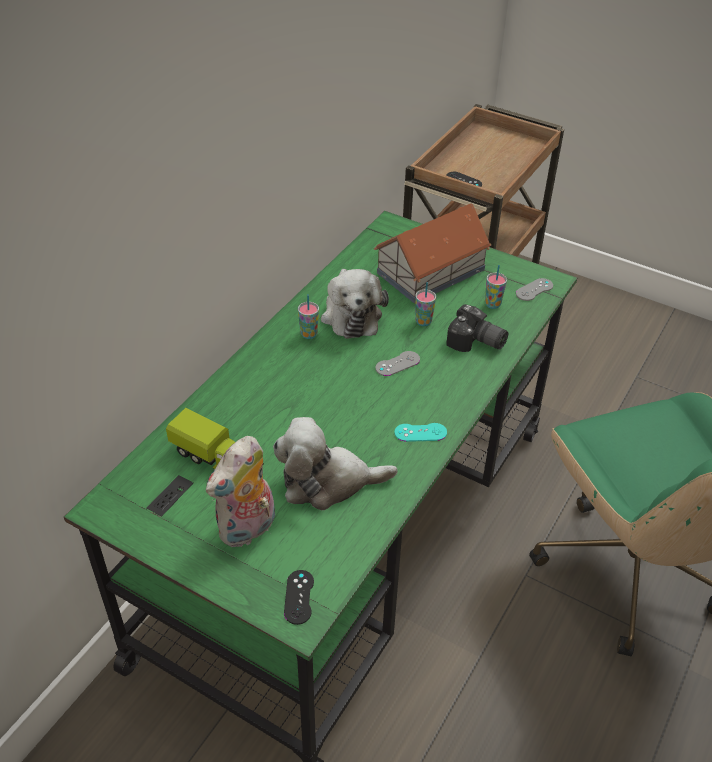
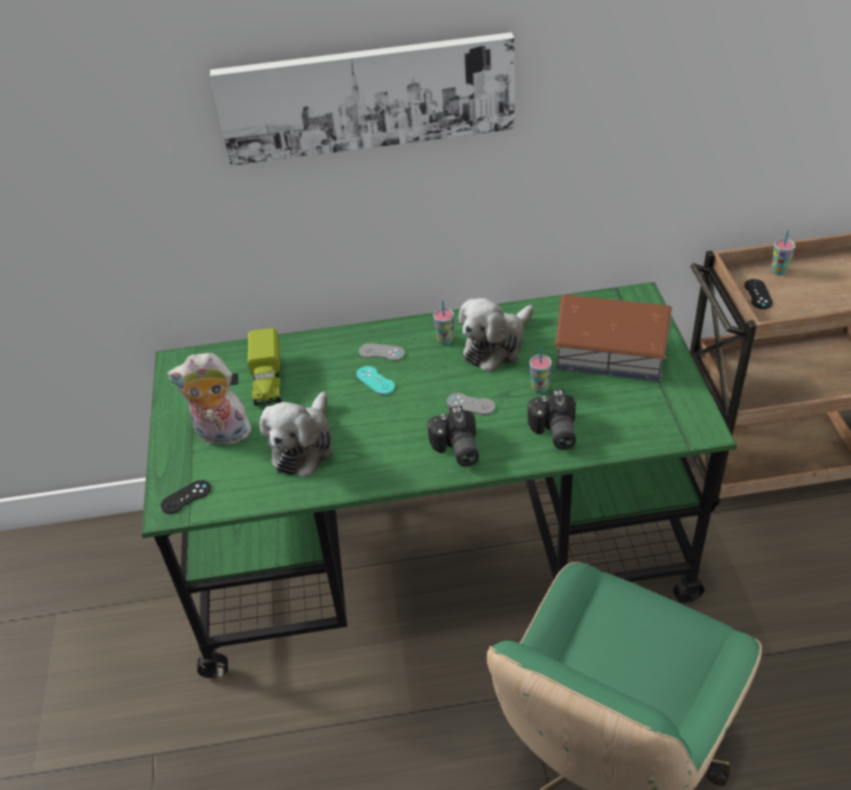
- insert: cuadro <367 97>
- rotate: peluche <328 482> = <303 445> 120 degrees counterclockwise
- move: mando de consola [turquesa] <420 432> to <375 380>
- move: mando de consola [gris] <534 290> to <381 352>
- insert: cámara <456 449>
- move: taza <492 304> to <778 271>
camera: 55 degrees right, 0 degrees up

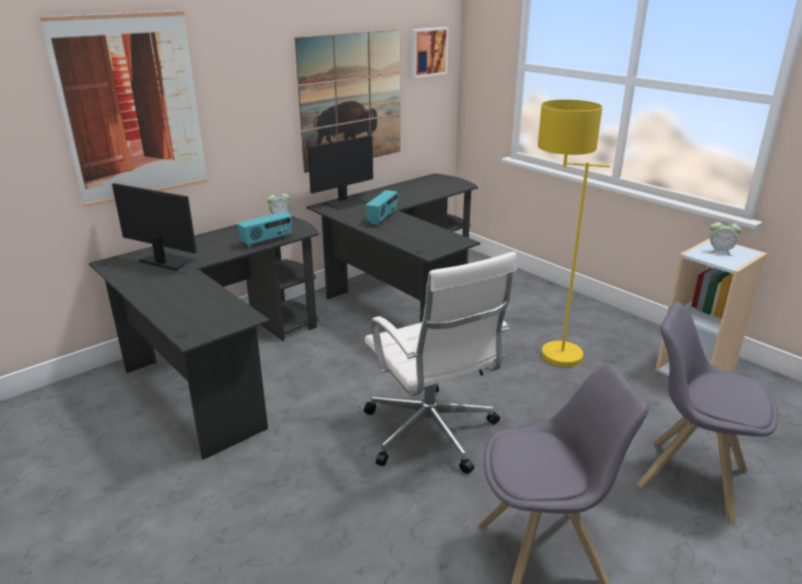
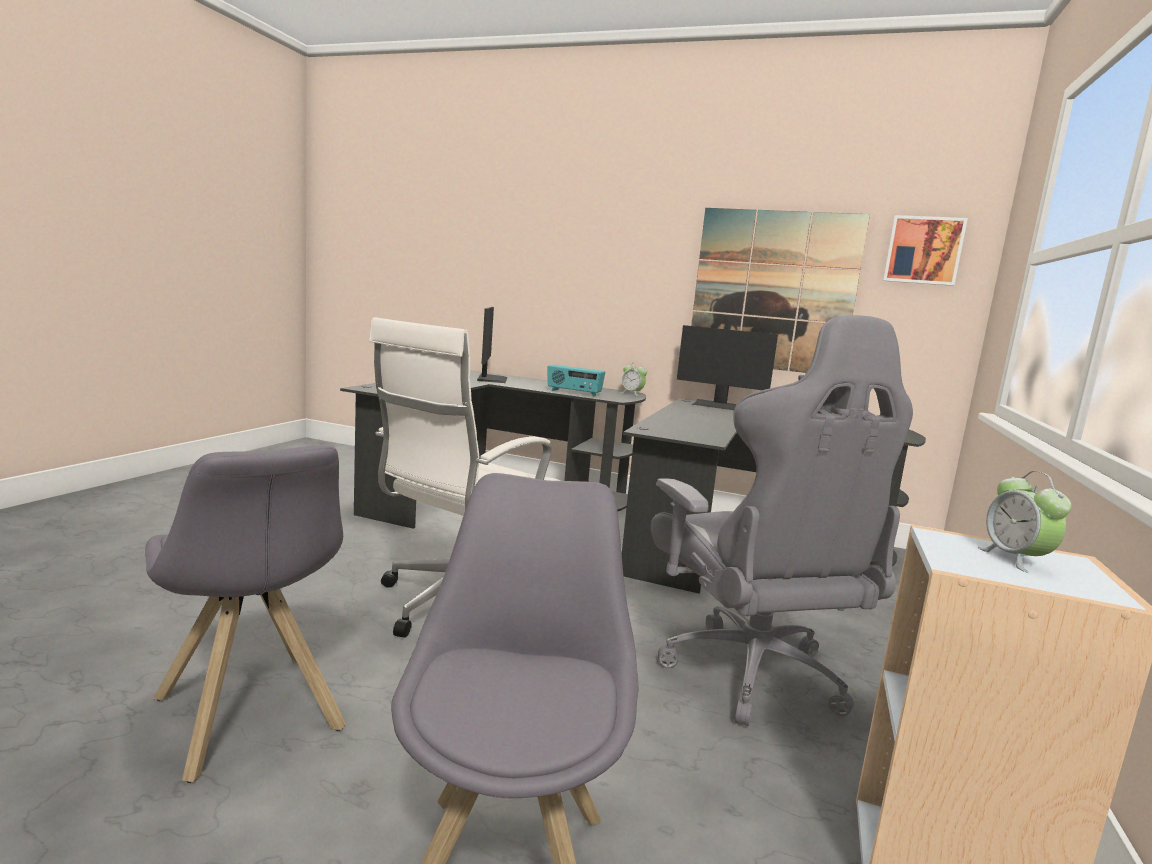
- replace: lámpara de pie [amarillo] <549 354> to silla de oficina [gris] <745 666>
- delete: cuadro <133 108>
- delete: radio <382 218>
camera: 60 degrees right, 15 degrees down

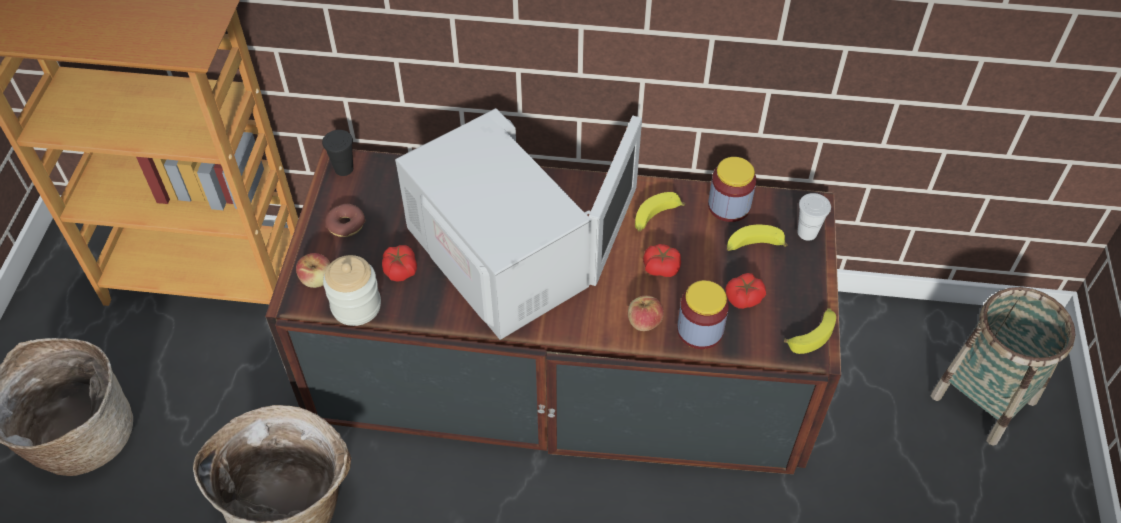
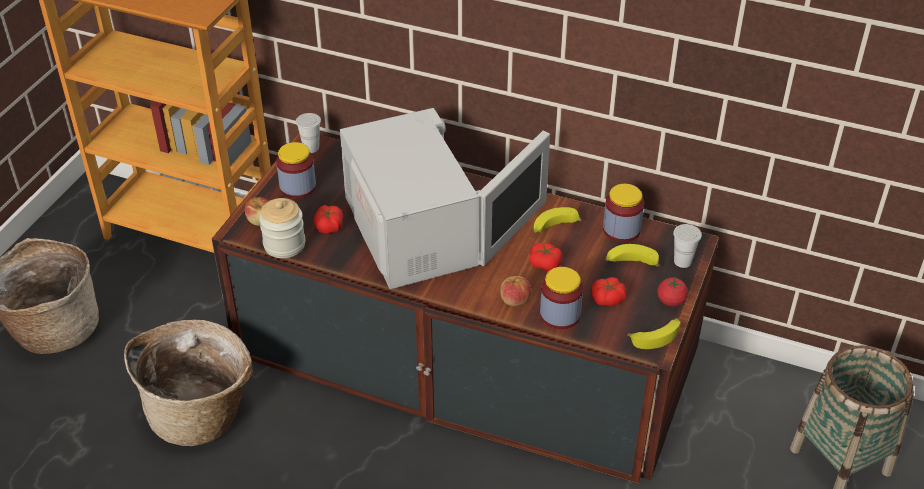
- replace: rosquilla <346 225> to tarro <298 187>
- recolor: taza [negro] <344 169> to taza [blanco] <311 148>
- insert: tomate <671 300>
camera: 15 degrees right, 10 degrees down

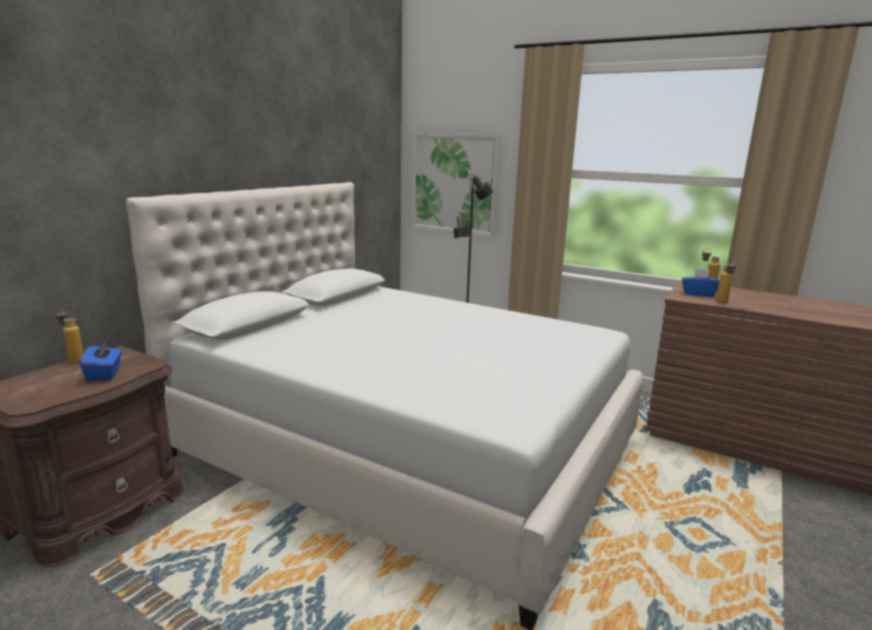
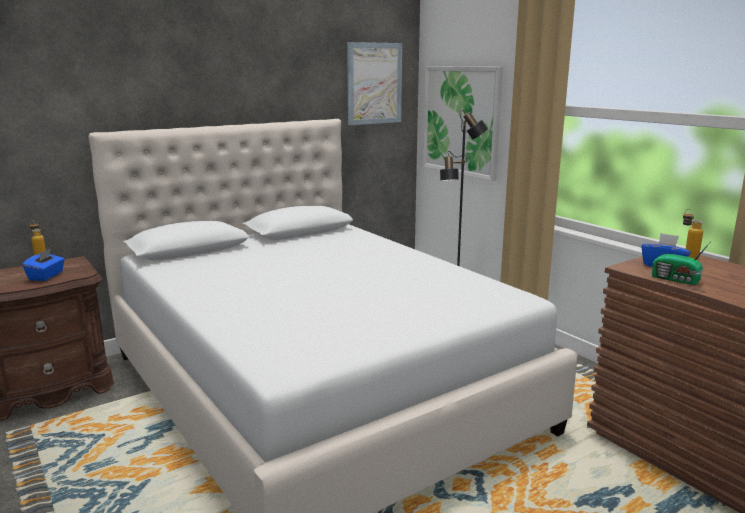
- insert: cuadro <374 83>
- replace: botella <722 303> to radio <676 280>
camera: 25 degrees right, 0 degrees up

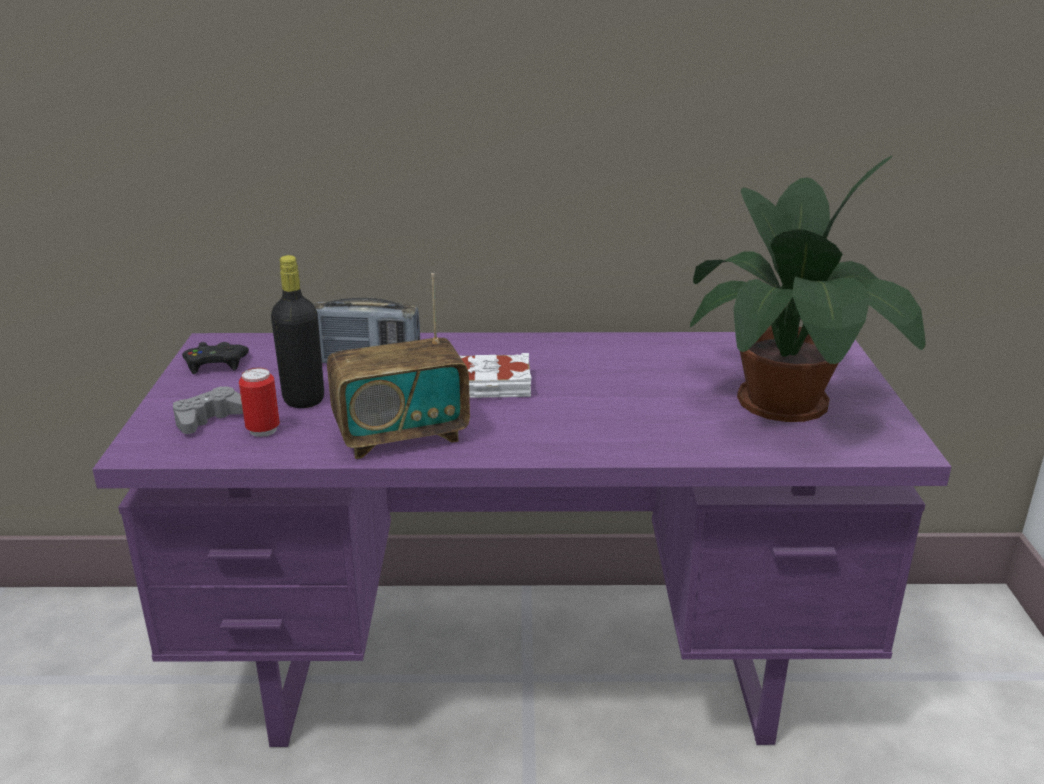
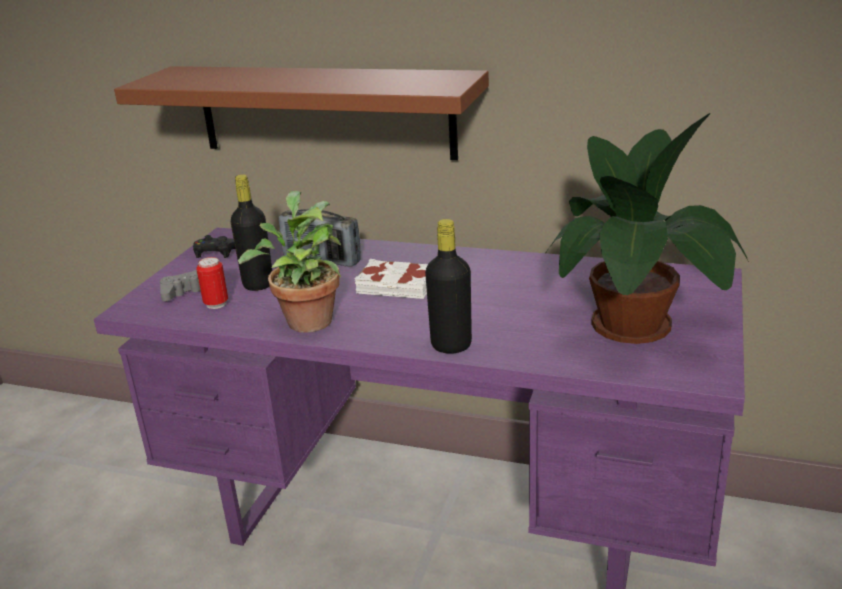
- insert: estante [marrón] <324 111>
- replace: radio <401 436> to planta en maceta <307 319>
- insert: botella [negro] <451 345>
camera: 20 degrees right, 0 degrees up

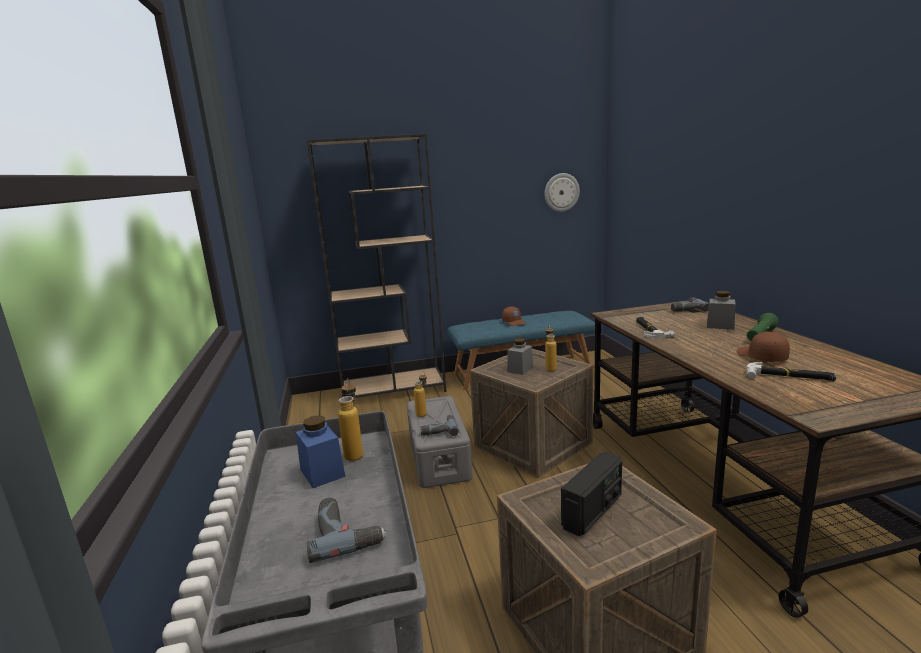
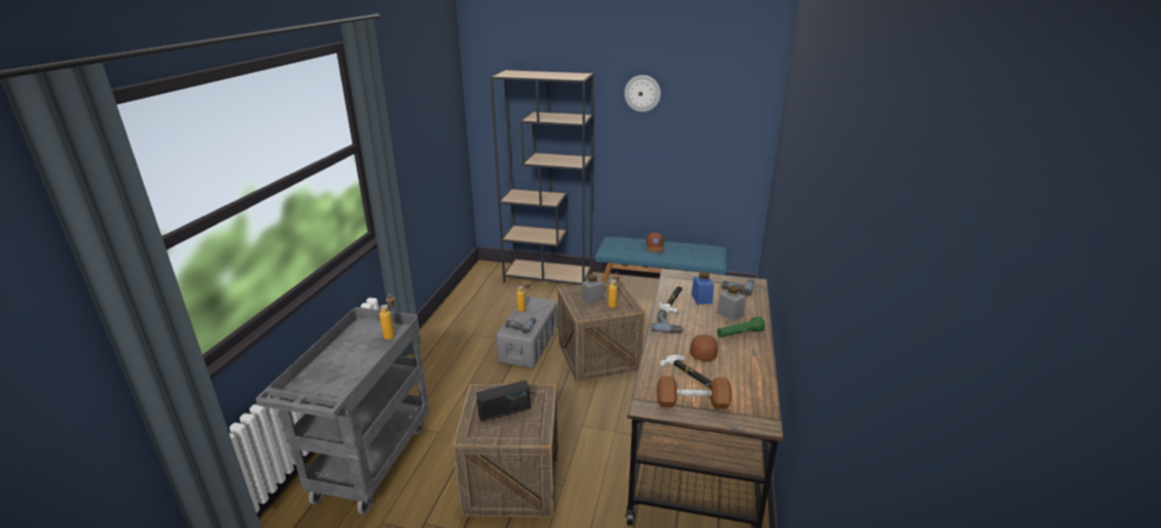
- move: reloj de pared <561 192> to <642 93>
- move: taladro <346 532> to <667 325>
- insert: mancuerna [marrón] <692 403>
- move: tarro [azul] <322 473> to <701 299>
camera: 25 degrees right, 10 degrees up

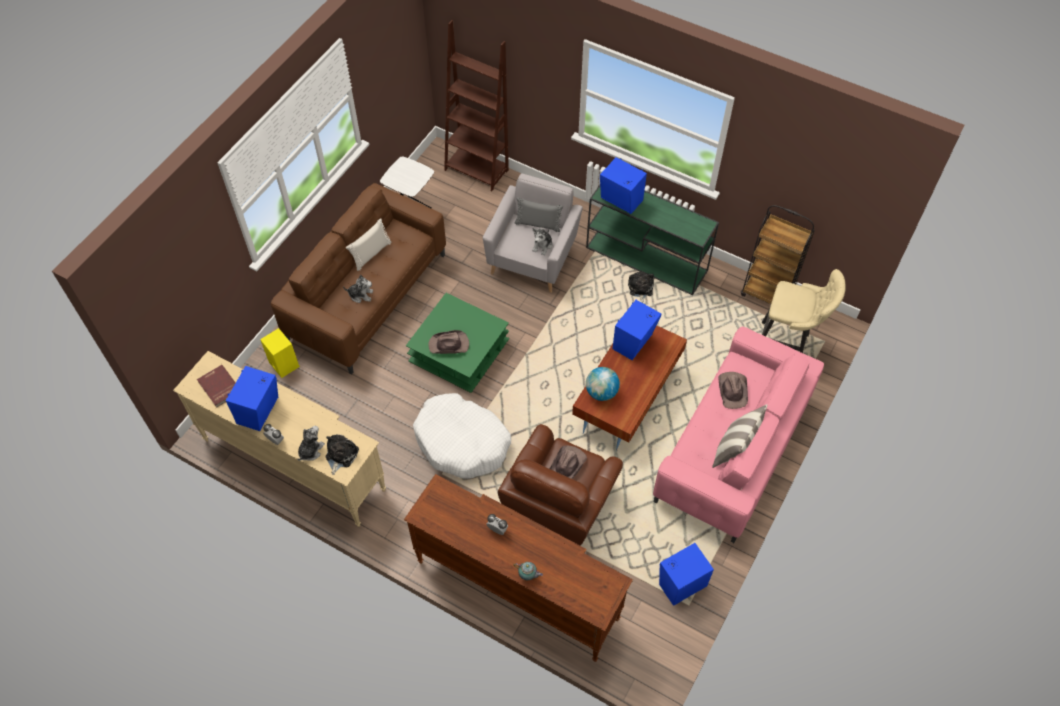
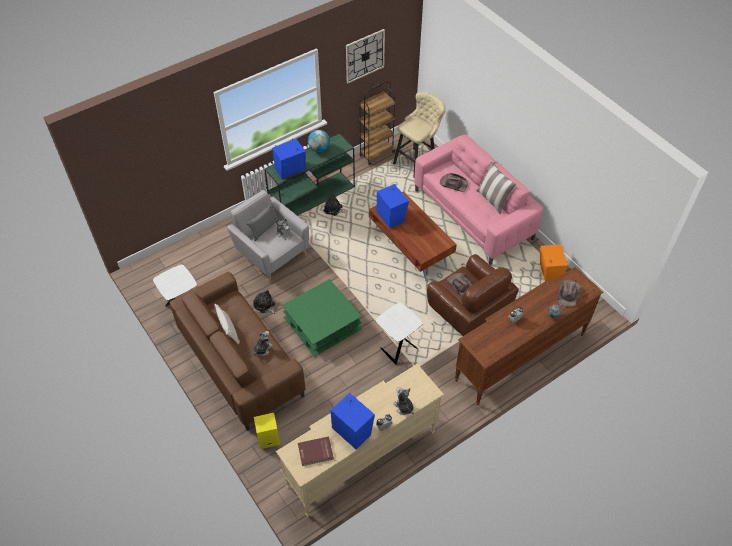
- move: peluche <340 455> to <265 305>
- move: globo terráqueo <601 392> to <319 149>
- insert: reloj de pared <365 56>
- replace: cama para perro [blanco] <462 442> to mesa auxiliar [blanco] <397 348>
- recolor: altavoz [azul] <681 583> to altavoz [naranja] <549 274>
- move: sombrero [marrón] <449 345> to <569 293>
- delete: estantería [marrón] <476 170>
camera: 65 degrees left, 5 degrees down

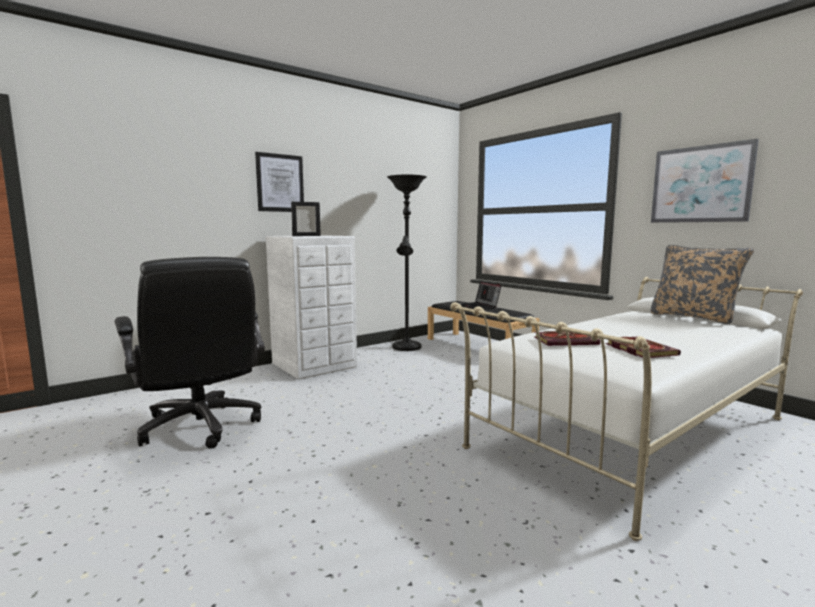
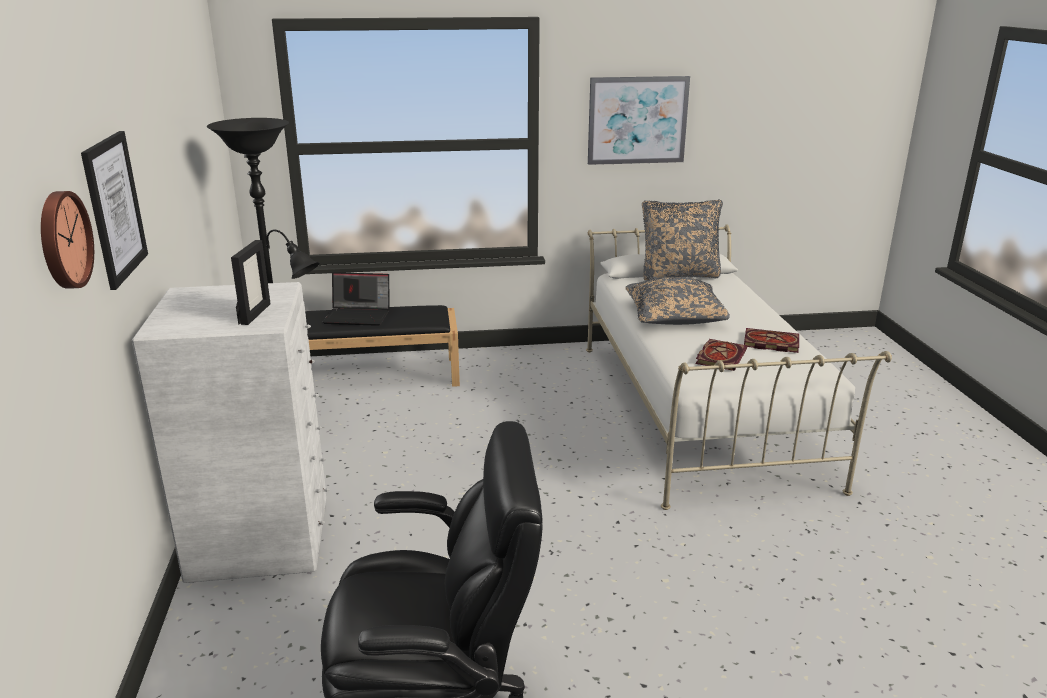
- insert: reloj de pared <62 240>
- insert: cojín [gris] <675 315>
camera: 60 degrees left, 15 degrees up

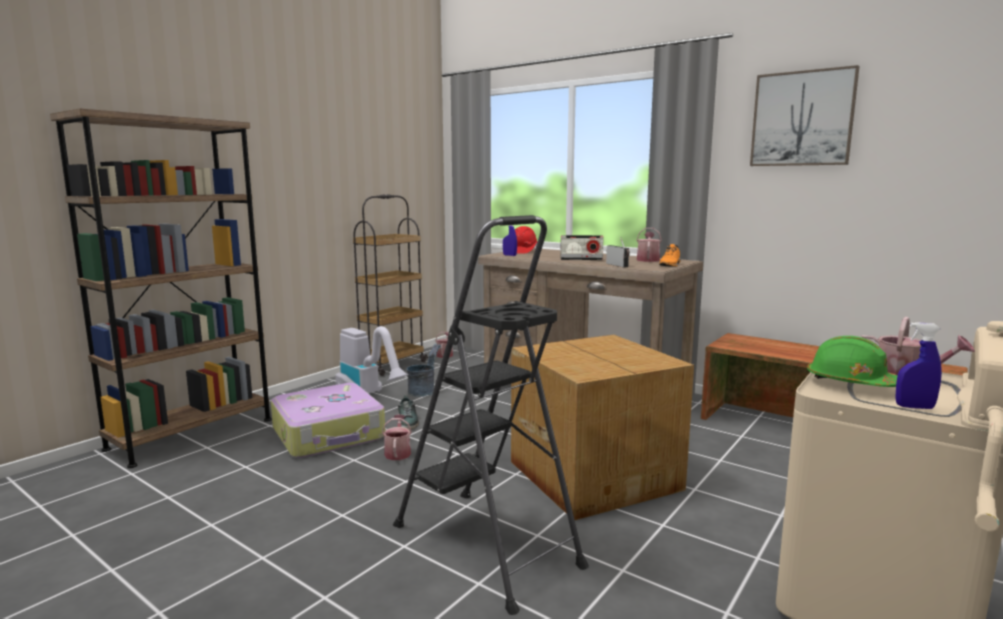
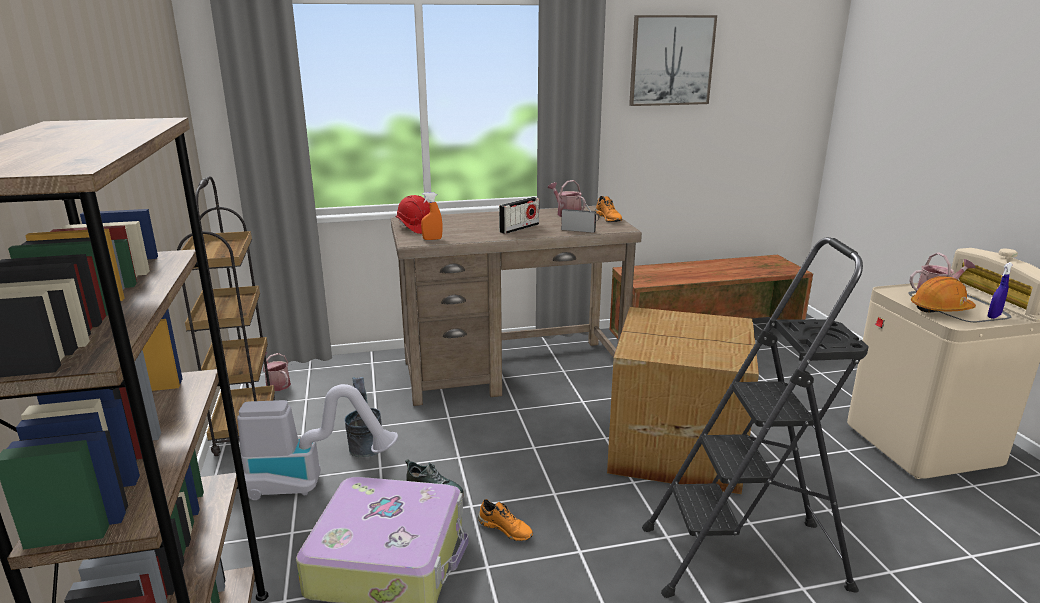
- recolor: pulverizador [azul] <509 255> to pulverizador [naranja] <432 239>
- replace: regadera <398 452> to zapato [naranja] <506 528>
- recolor: casco [verde] <851 382> to casco [naranja] <940 309>
camera: 50 degrees left, 10 degrees up

